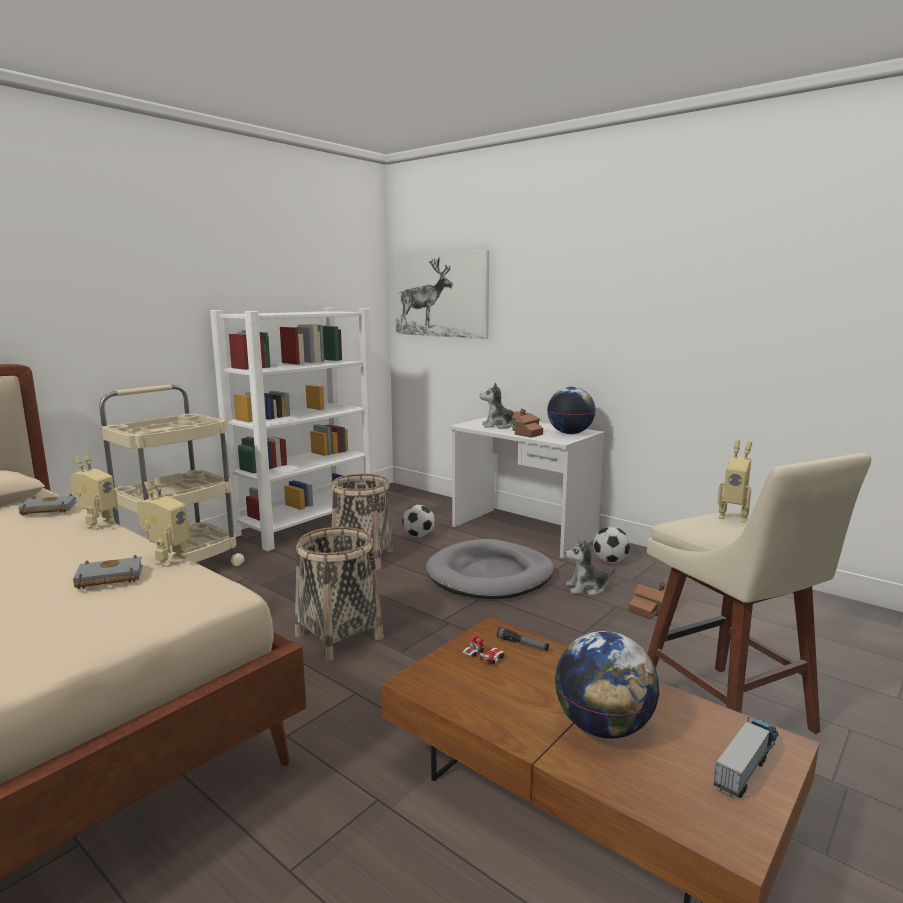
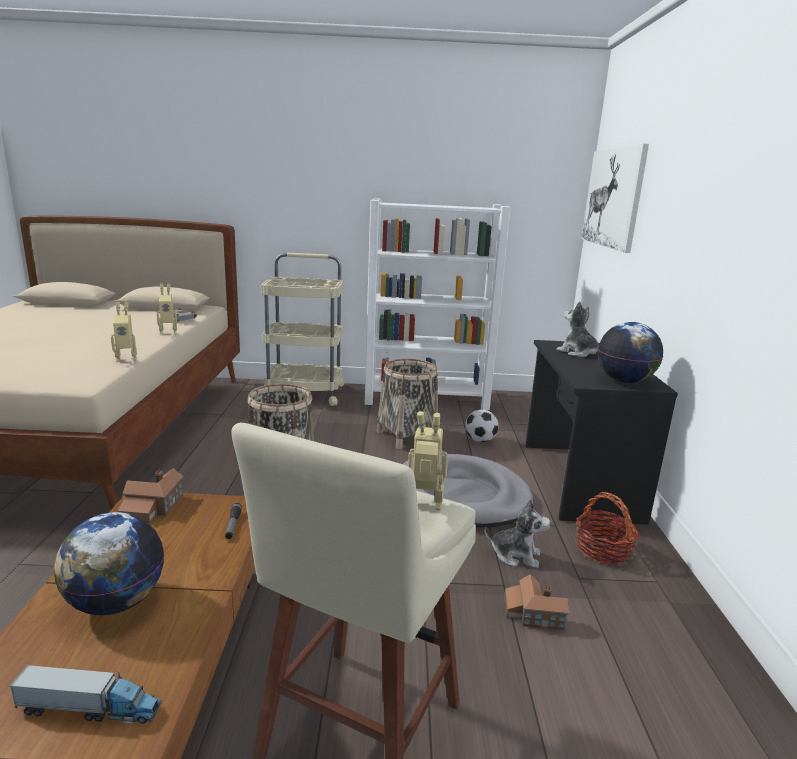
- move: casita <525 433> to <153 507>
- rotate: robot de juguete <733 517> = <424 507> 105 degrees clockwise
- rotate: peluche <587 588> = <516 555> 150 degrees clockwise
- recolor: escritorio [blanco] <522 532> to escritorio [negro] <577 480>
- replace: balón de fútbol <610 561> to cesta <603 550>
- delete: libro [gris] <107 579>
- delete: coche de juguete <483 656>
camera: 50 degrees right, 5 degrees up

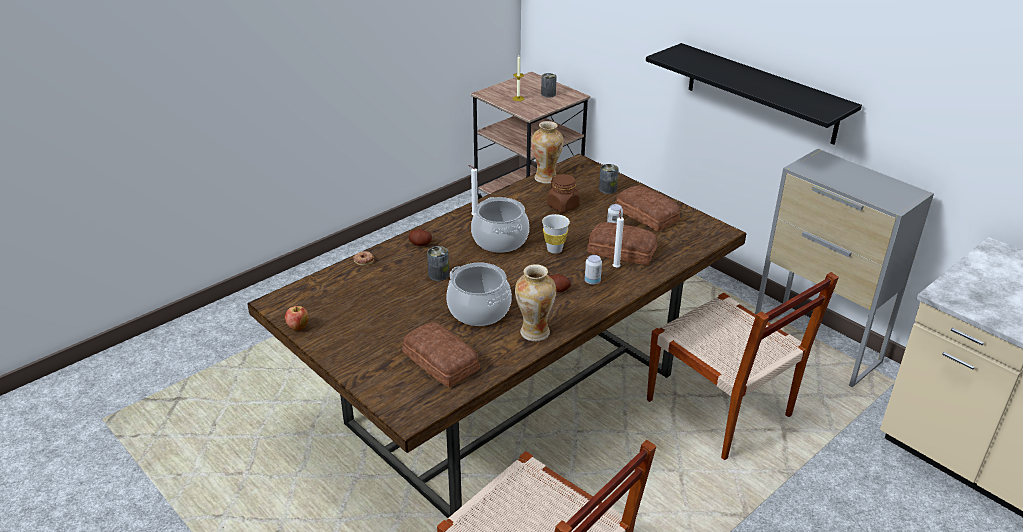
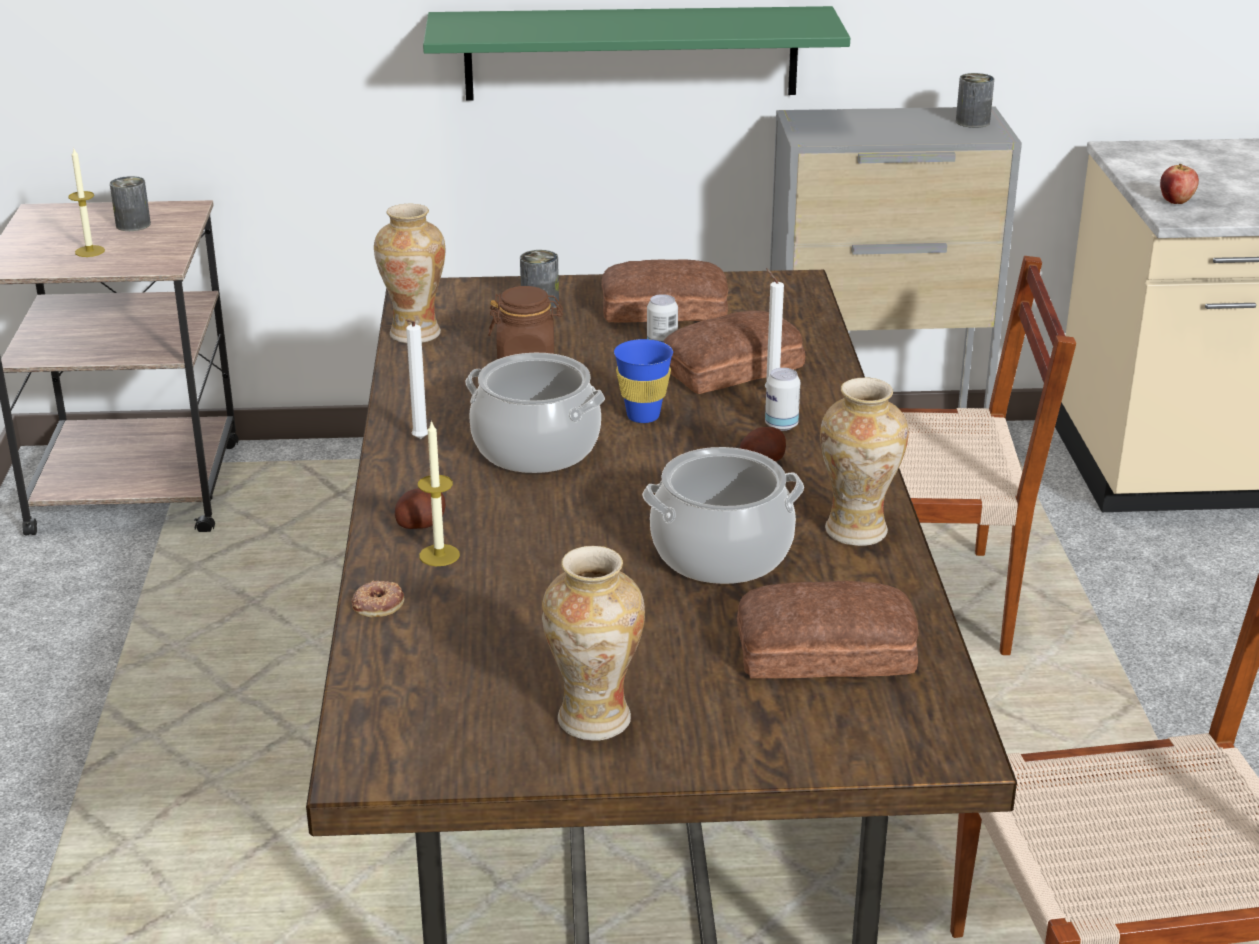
- insert: vela <439 555>
- recolor: estante [negro] <761 93> to estante [verde] <631 53>
- insert: florero <594 721>
- recolor: taza [blanco] <554 249> to taza [azul] <643 416>
- move: lata <438 275> to <972 122>
- move: manzana <298 327> to <1176 201>
camera: 50 degrees left, 5 degrees down

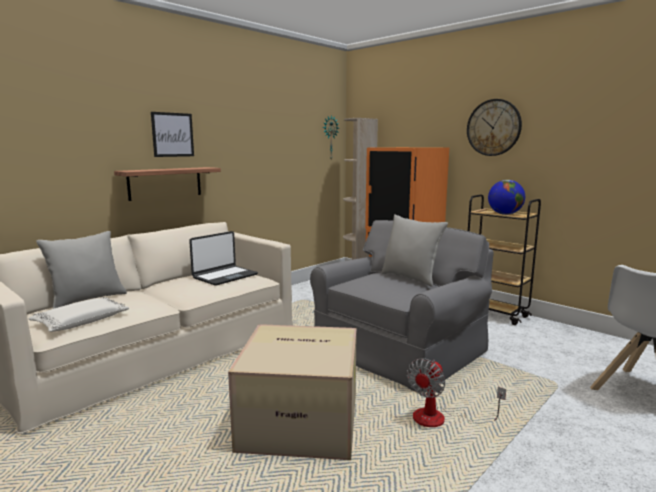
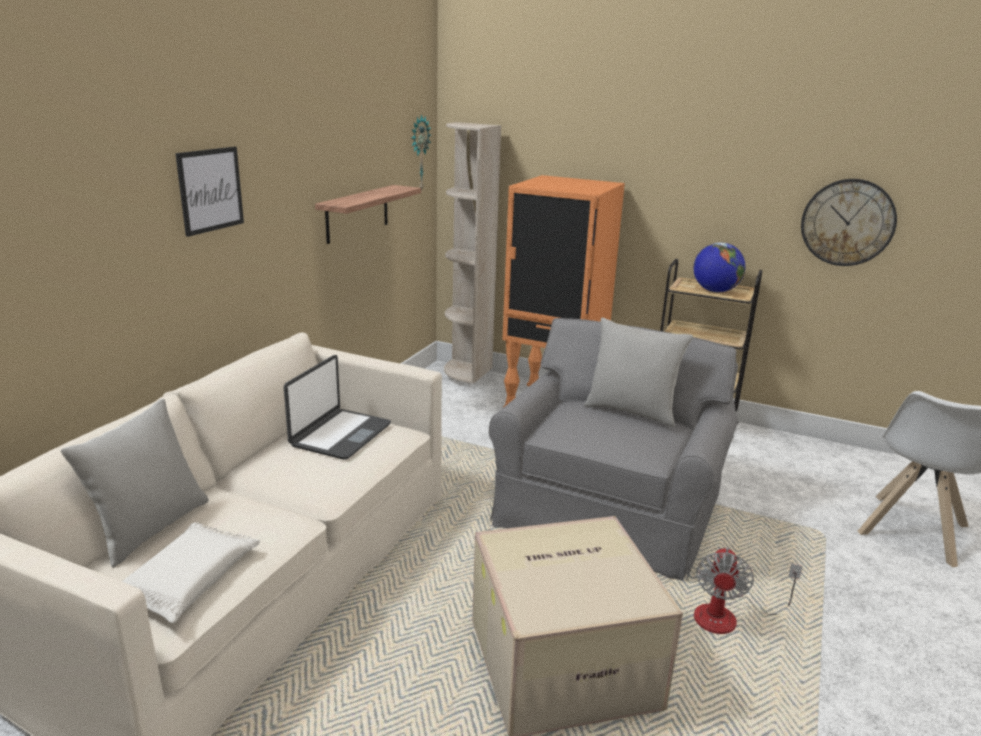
- move: estante <165 183> to <357 213>
- move: reloj de pared <493 127> to <847 222>
camera: 20 degrees left, 10 degrees up

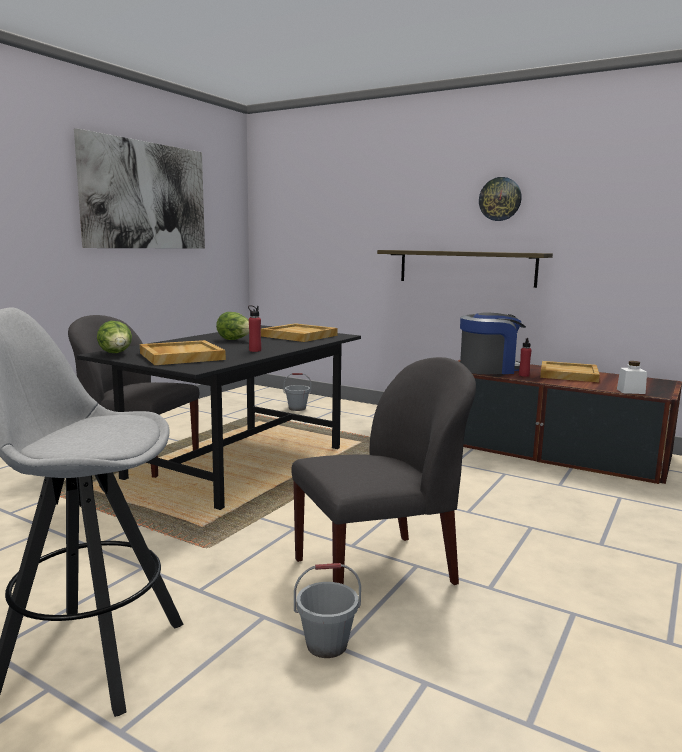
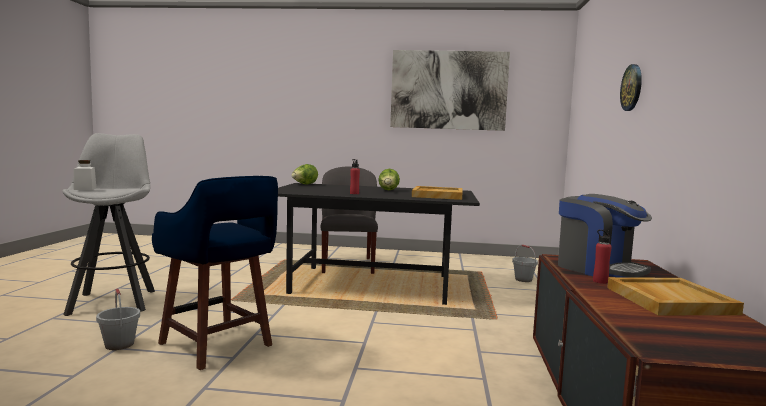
- move: tarro [blanco] <630 391> to <85 188>
- replace: silla [gris] <378 571> to taburete [azul] <217 346>
- move: reloj de pared <500 199> to <632 87>
- delete: bandeja [beis] <181 356>
- delete: estante <466 267>
camera: 65 degrees right, 5 degrees down

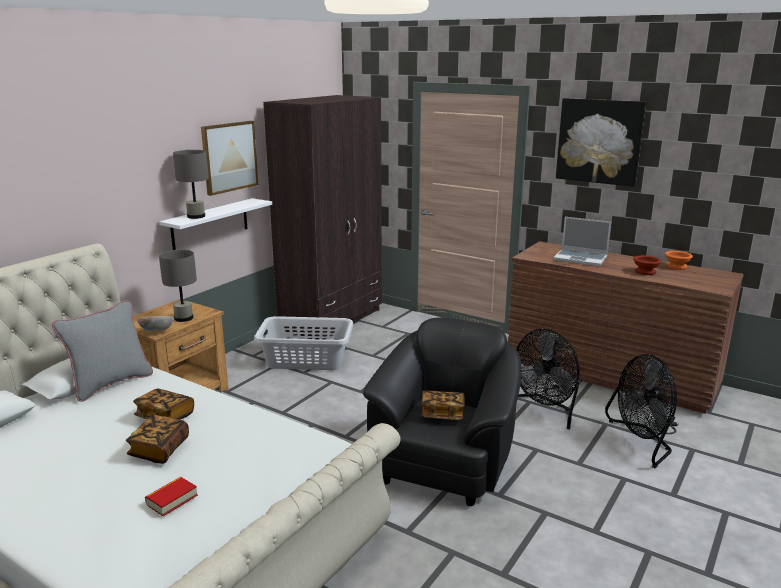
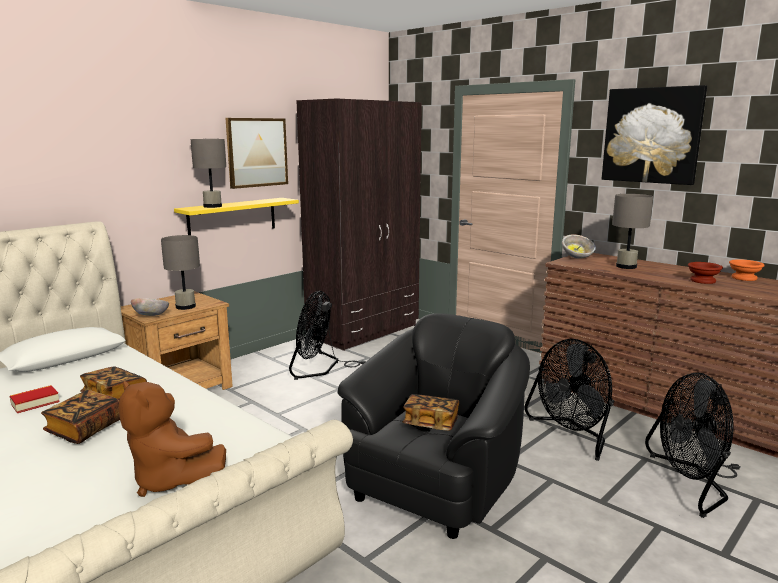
- move: libro <172 500> to <35 403>
- insert: peluche [marrón] <171 480>
- recolor: estante [blanco] <210 224> to estante [amarillo] <232 218>
- replace: cesto de la ropa [gris] <306 360> to ventilador [negro] <323 366>
- insert: cuenco <577 257>
- replace: portátil <581 258> to lámpara de mesa [gris] <626 266>
- delete: cojín [gris] <110 384>
camera: 10 degrees right, 5 degrees down

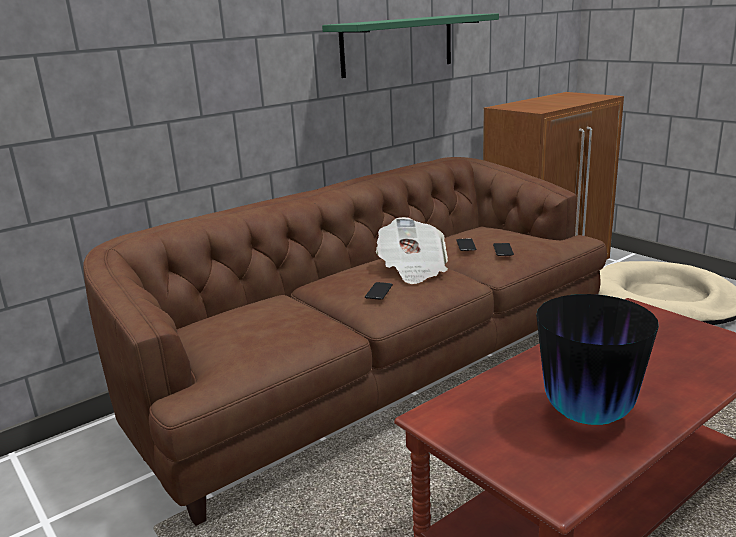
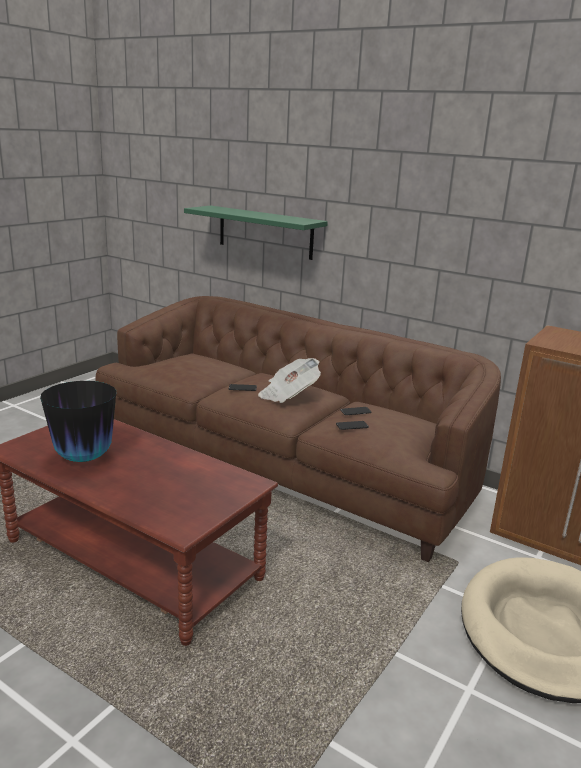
- move: estante [verde] <397 45> to <265 232>
camera: 70 degrees right, 0 degrees up

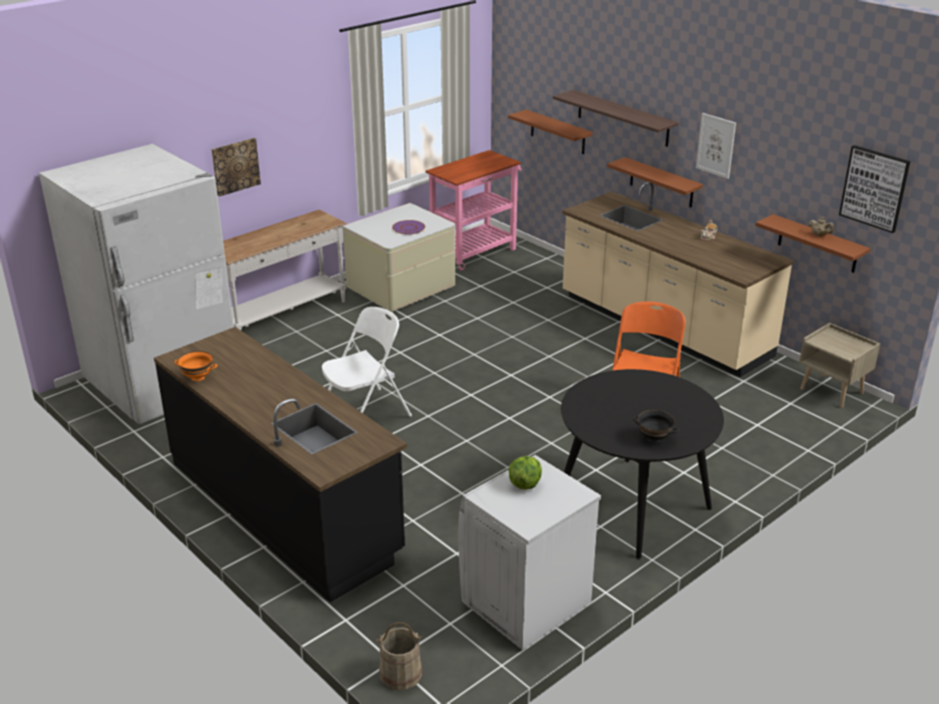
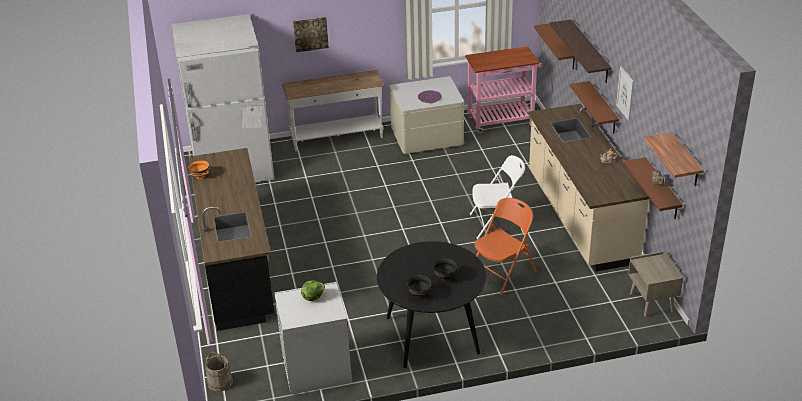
- insert: cuenco [negro] <445 277>
- move: silla [blanco] <365 413> to <497 224>
- replace: cuadro <874 188> to estante <685 161>
camera: 30 degrees right, 5 degrees up

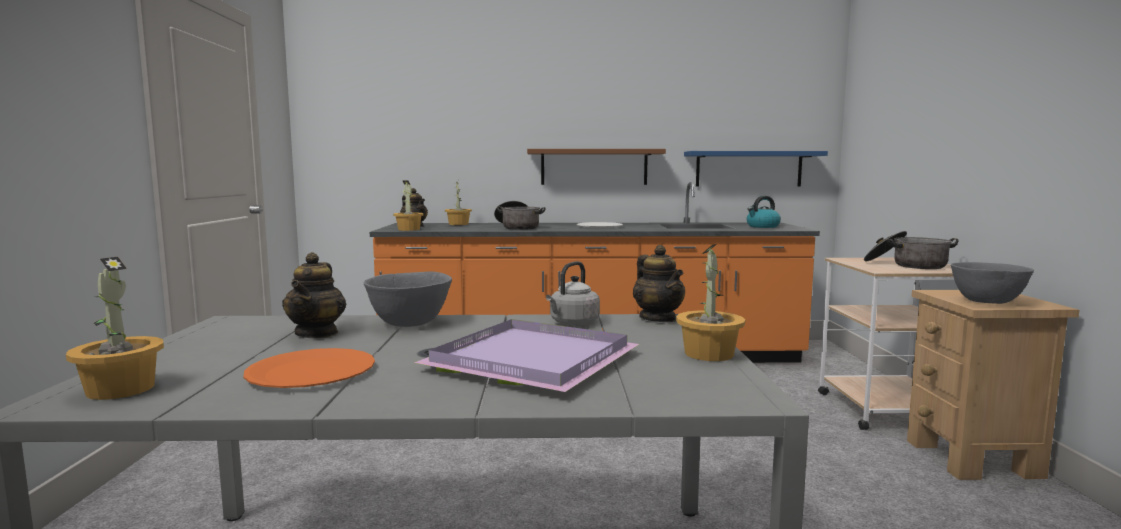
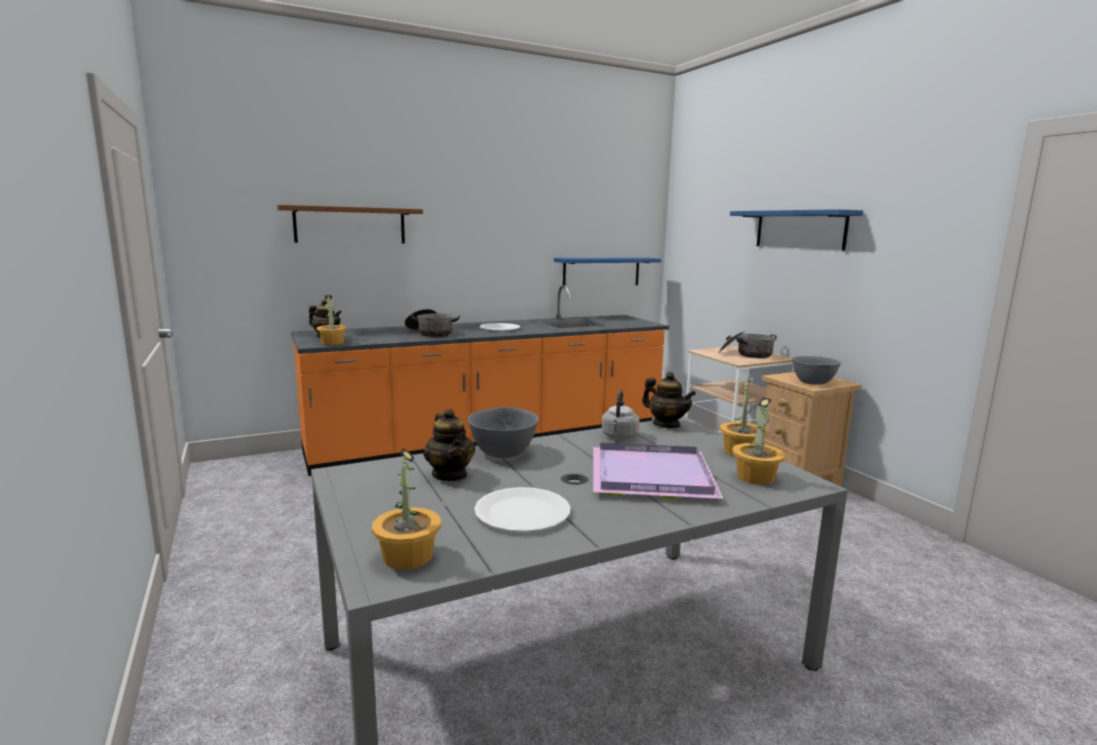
- move: estante [marrón] <594 167> to <350 225>
- recolor: plato [naranja] <311 372> to plato [blanco] <522 512>
- insert: estante [azul] <799 229>
- move: planta en maceta <459 224> to <756 477>
- delete: hervidor <762 226>
camera: 25 degrees left, 5 degrees up

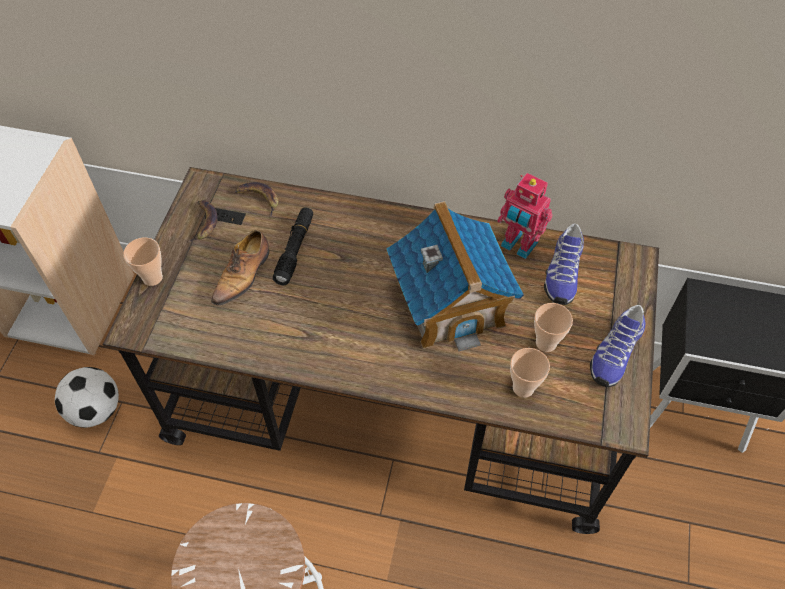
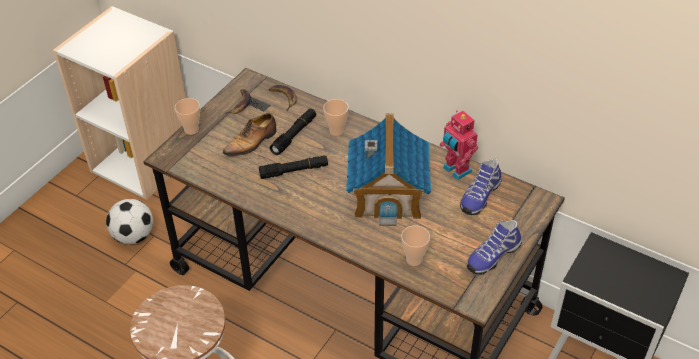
- insert: linterna [negro] <294 171>
- move: taza <546 343> to <336 131>
camera: 20 degrees right, 10 degrees down

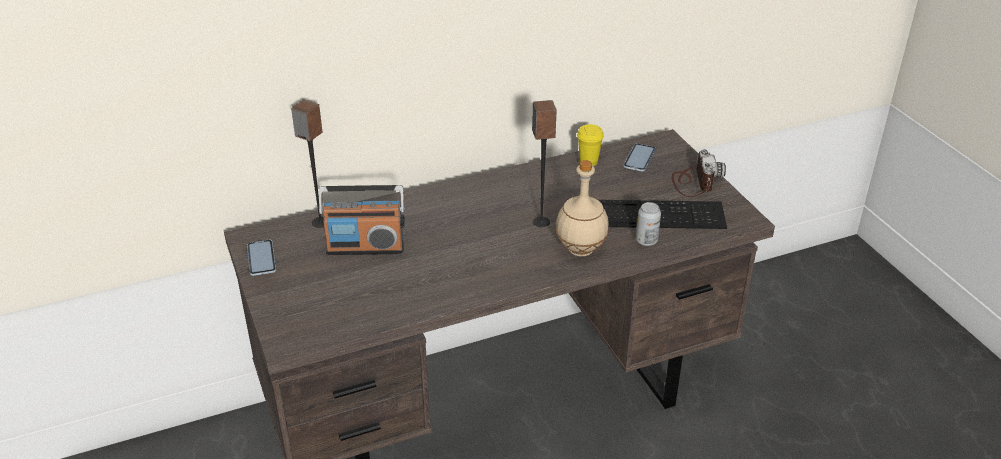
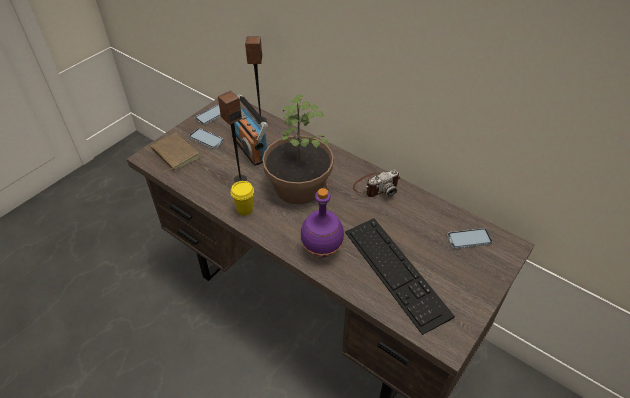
- insert: libro [marrón] <174 154>
- insert: móvil <206 139>
- move: altavoz <541 222> to <240 179>
- move: taza [amarillo] <588 161> to <245 210>
- insert: planta en maceta <298 187>
- recolor: botella [beis] <580 249> to botella [morado] <322 249>
- move: cámara <694 182> to <376 186>
- delete: lata <646 240>
camera: 60 degrees right, 10 degrees up

